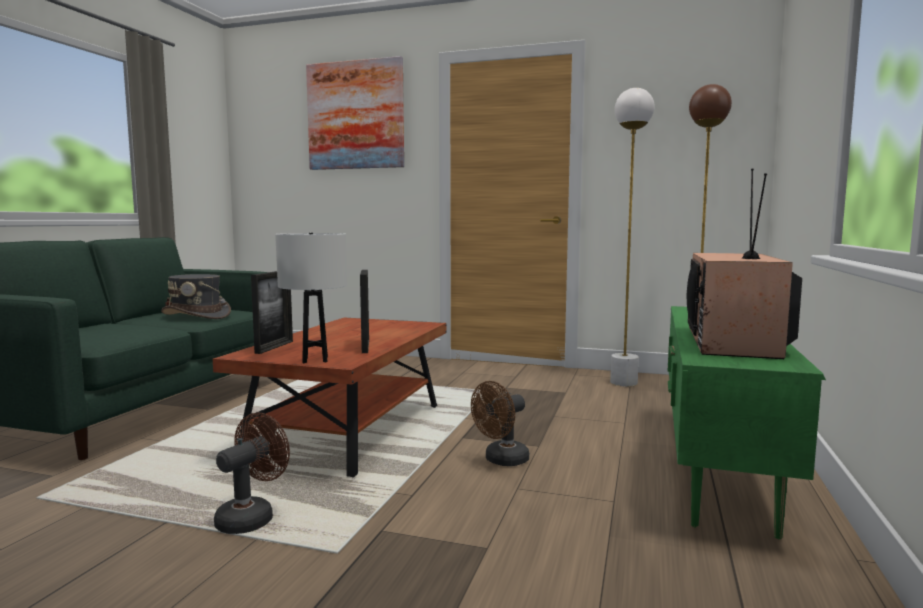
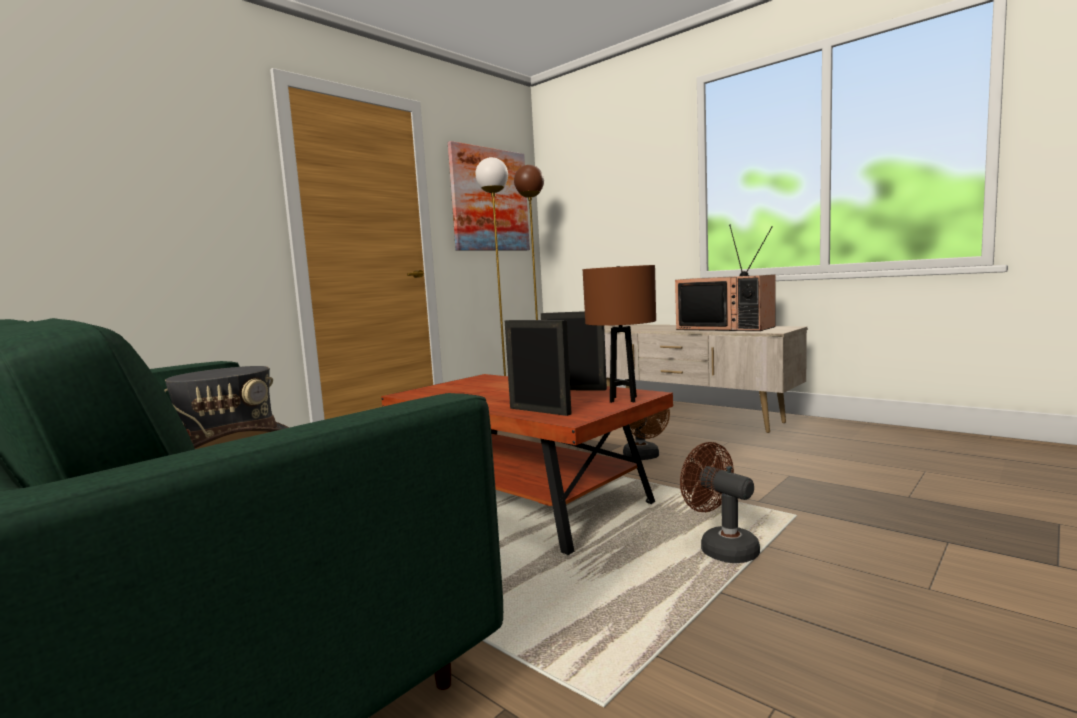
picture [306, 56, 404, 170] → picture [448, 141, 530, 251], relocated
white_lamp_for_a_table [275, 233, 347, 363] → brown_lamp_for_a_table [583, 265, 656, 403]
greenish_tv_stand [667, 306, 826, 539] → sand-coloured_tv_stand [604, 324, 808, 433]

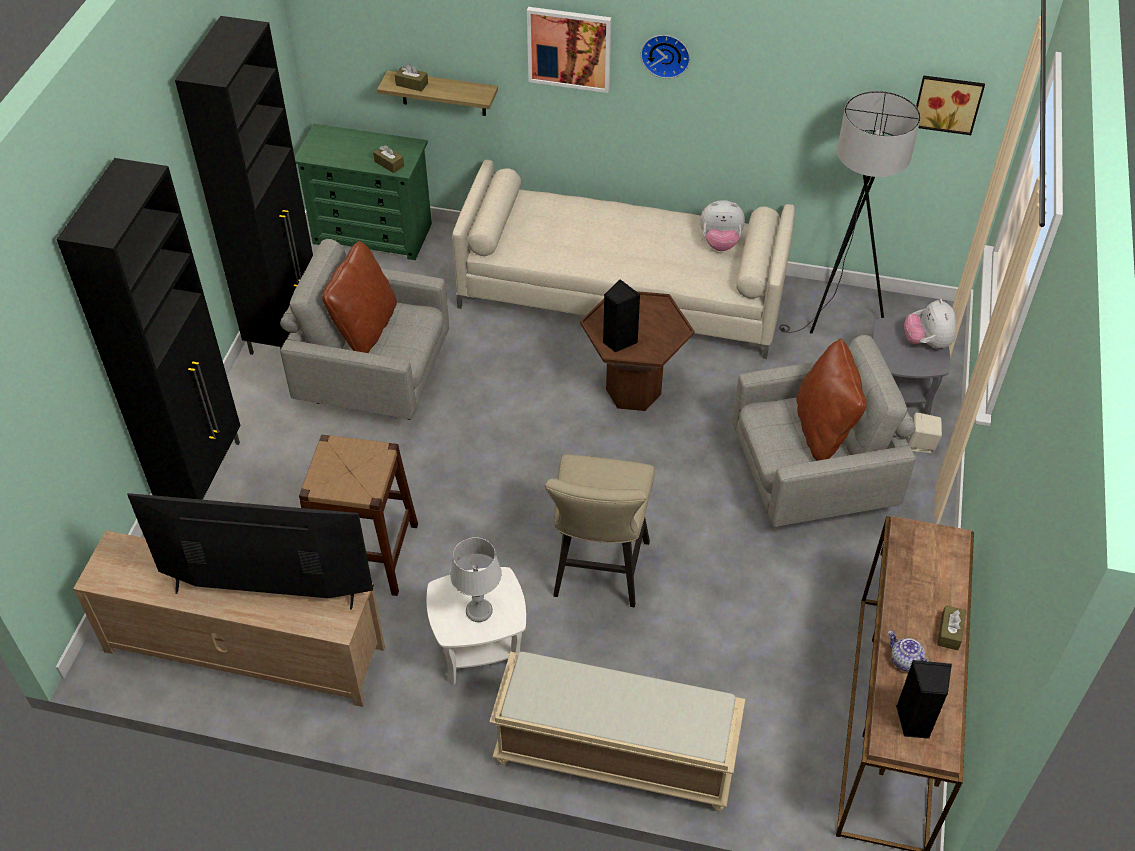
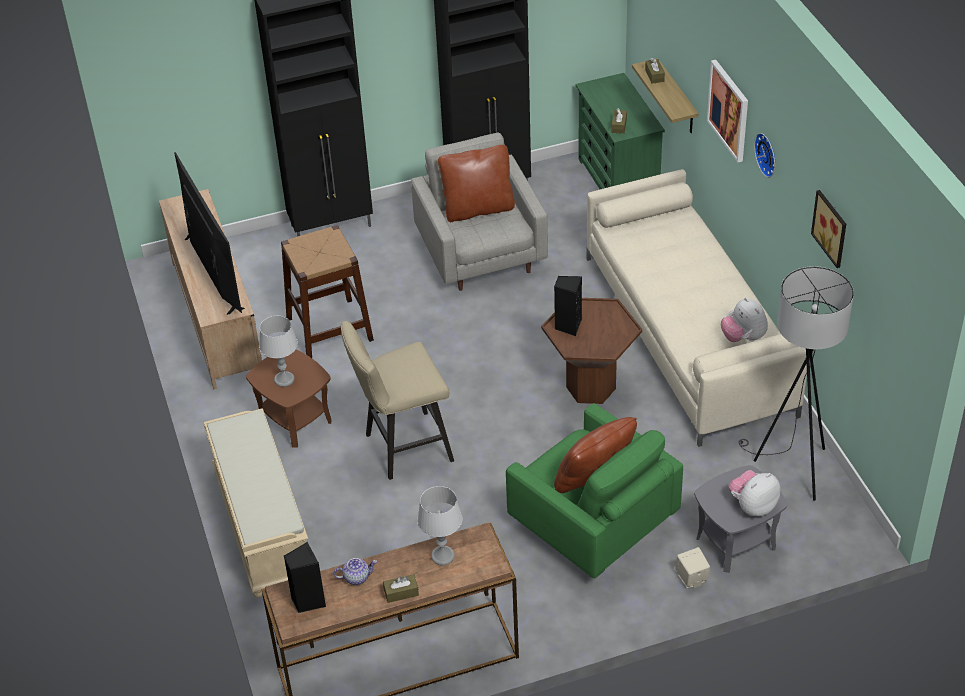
- → grey_lamp_for_a_table [417, 486, 462, 565]
picture [916, 75, 985, 135] → picture [811, 190, 846, 268], relocated
white_side_table [427, 567, 526, 685] → brown_side_table [246, 350, 331, 448]
grey_armchair [732, 335, 916, 527] → greenish_armchair [506, 403, 683, 578]
tea_pot [888, 631, 930, 672] → tea_pot [334, 558, 377, 585], 60 degrees clockwise

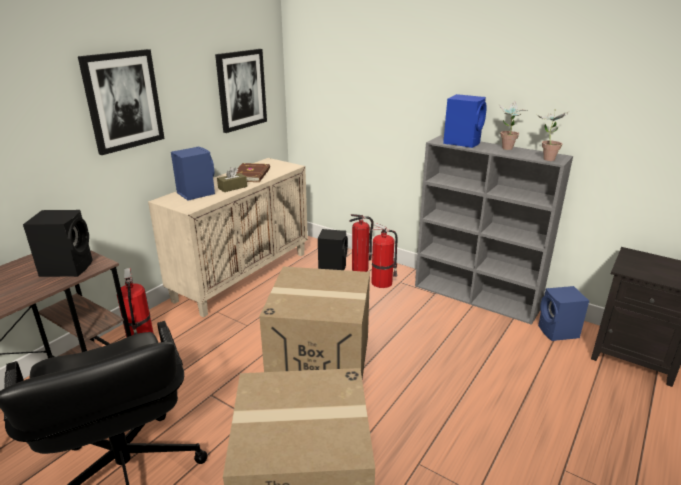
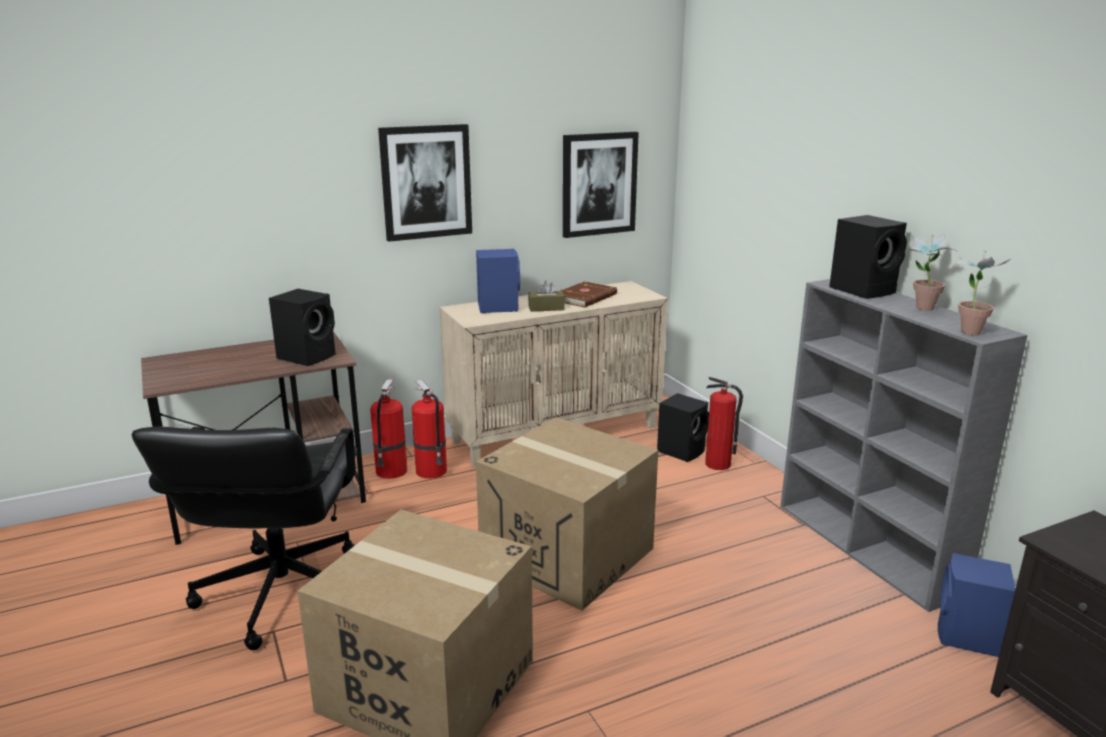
fire_extinguisher [371, 223, 398, 288] → fire_extinguisher [412, 380, 447, 479], relocated
bluish_speaker [443, 94, 487, 148] → blackish_speaker [829, 215, 907, 299]

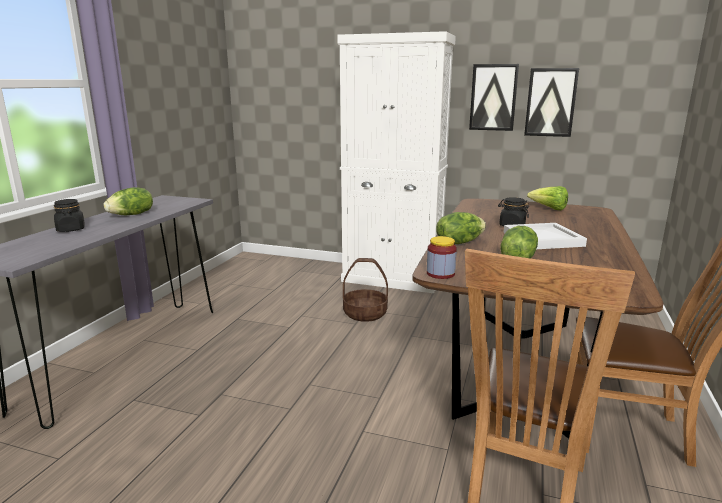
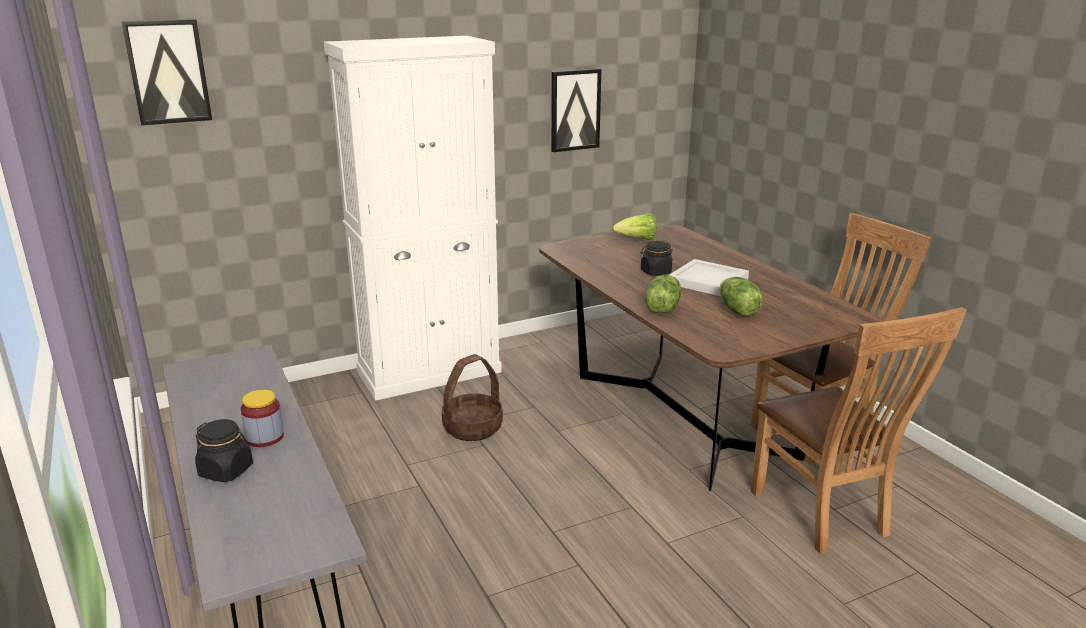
lettuce_head [104, 187, 153, 215] → -
preserve_jar [427, 236, 457, 279] → preserve_jar [241, 390, 284, 447], relocated
picture [469, 64, 519, 131] → picture [121, 19, 212, 125], relocated

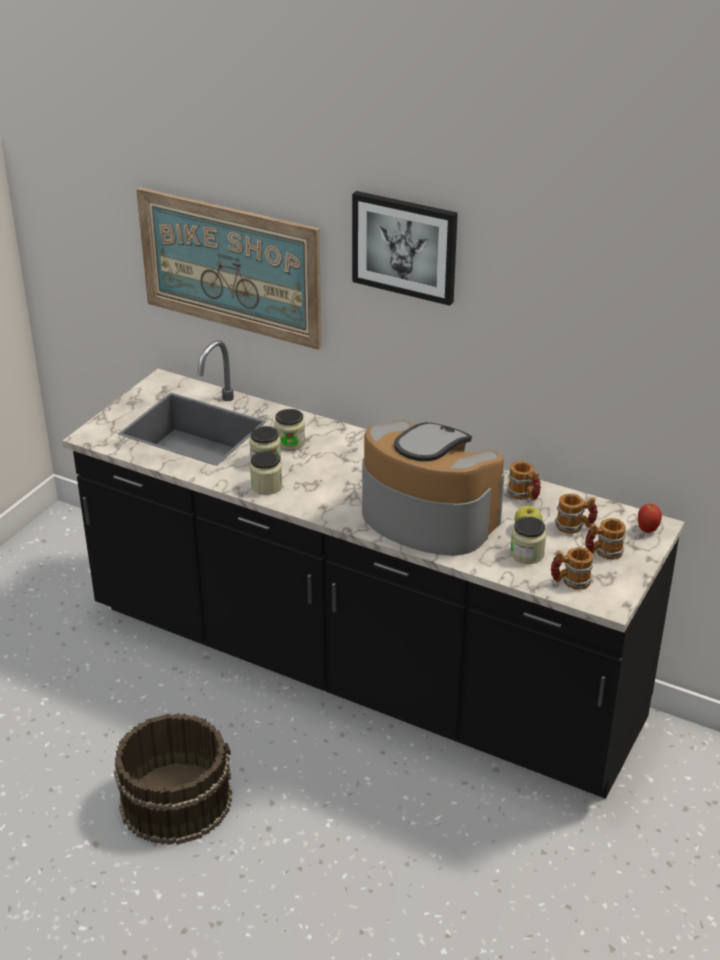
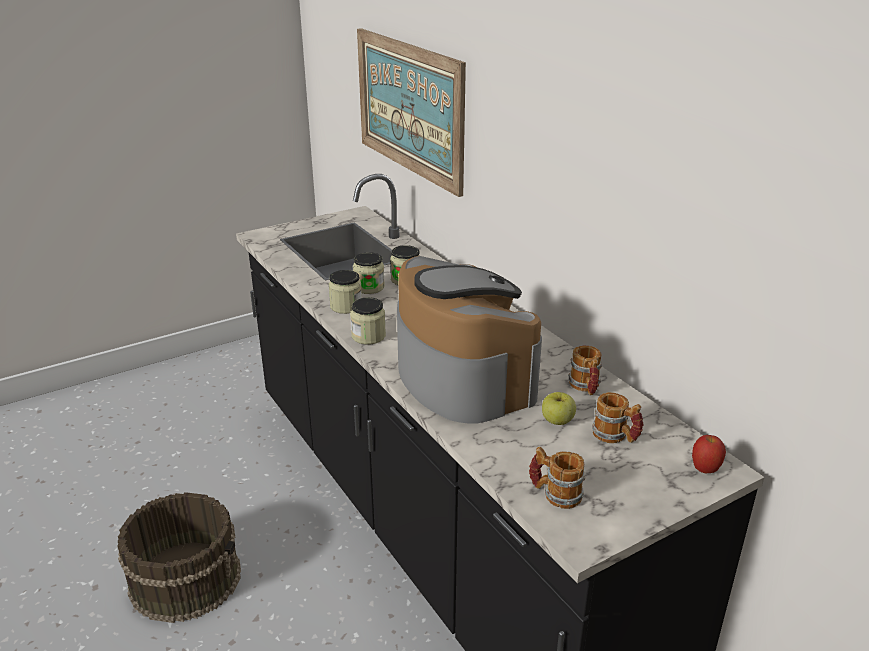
picture [352, 191, 458, 306] → -
mug [585, 518, 626, 560] → -
preserve_jar [510, 517, 546, 564] → preserve_jar [350, 297, 386, 345], relocated

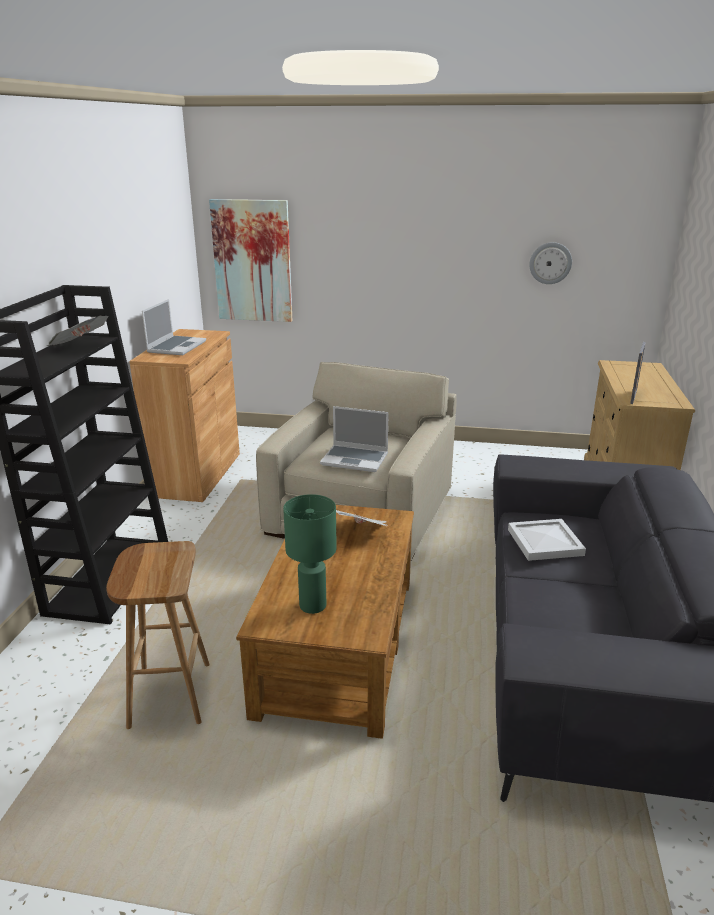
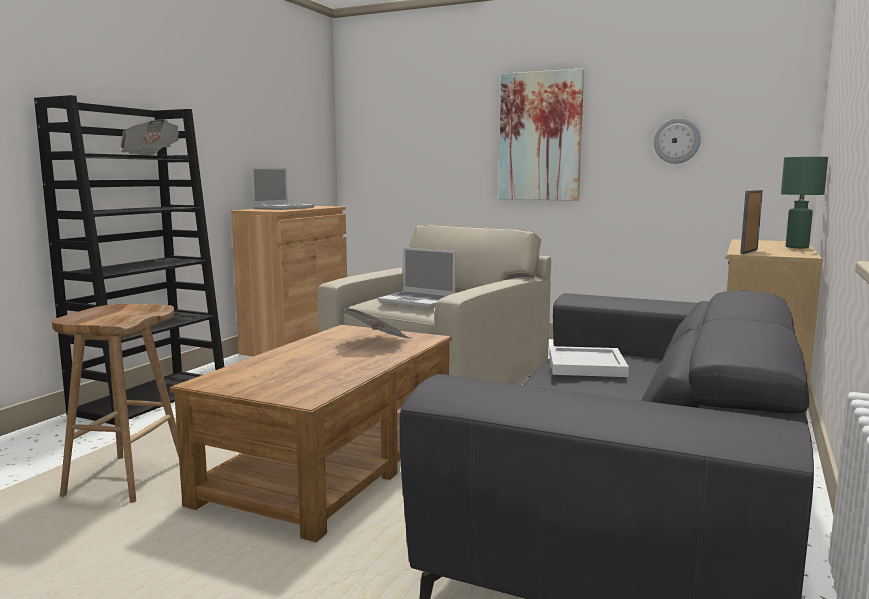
picture [209, 199, 292, 322] → picture [499, 68, 584, 201], relocated
greenish_lamp_for_a_table [283, 494, 337, 614] → greenish_lamp_for_a_table [781, 157, 828, 248], relocated

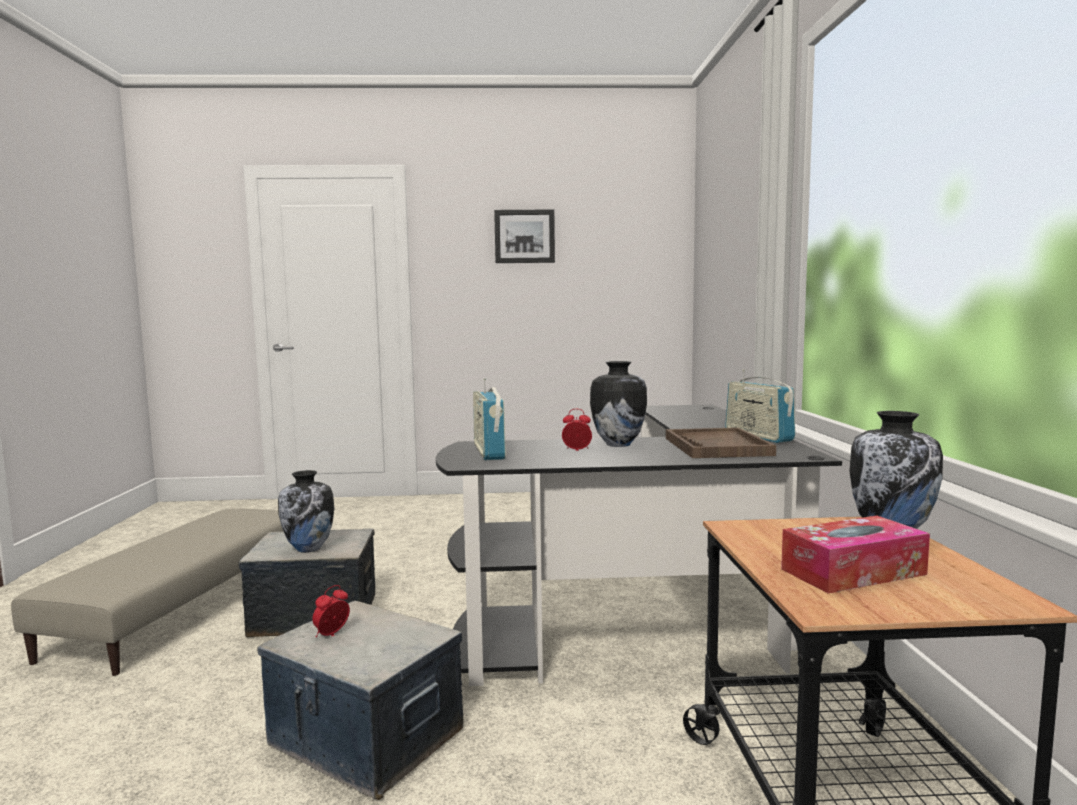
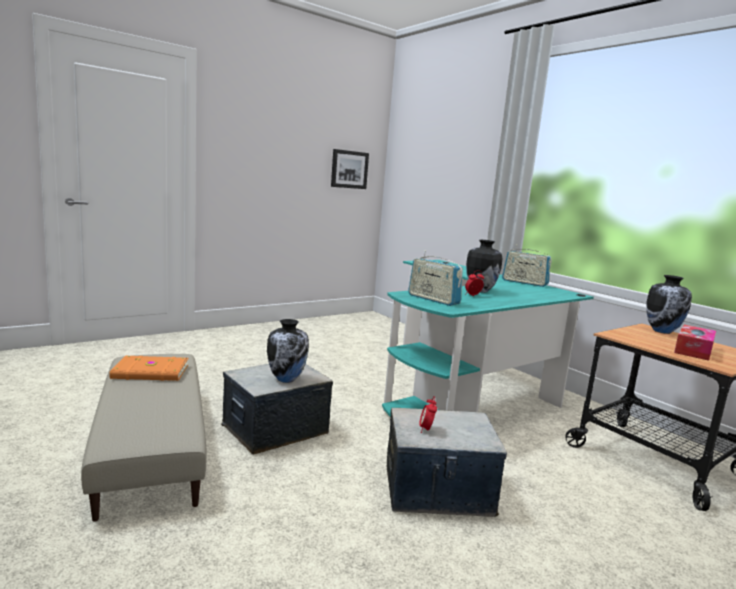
brown_tray [666, 428, 776, 458] → -
- → orangey_book [109, 356, 188, 381]
picture [494, 209, 555, 263] → picture [331, 149, 369, 189], relocated
blackish_desk [436, 404, 842, 686] → turquoise_desk [382, 260, 594, 417]

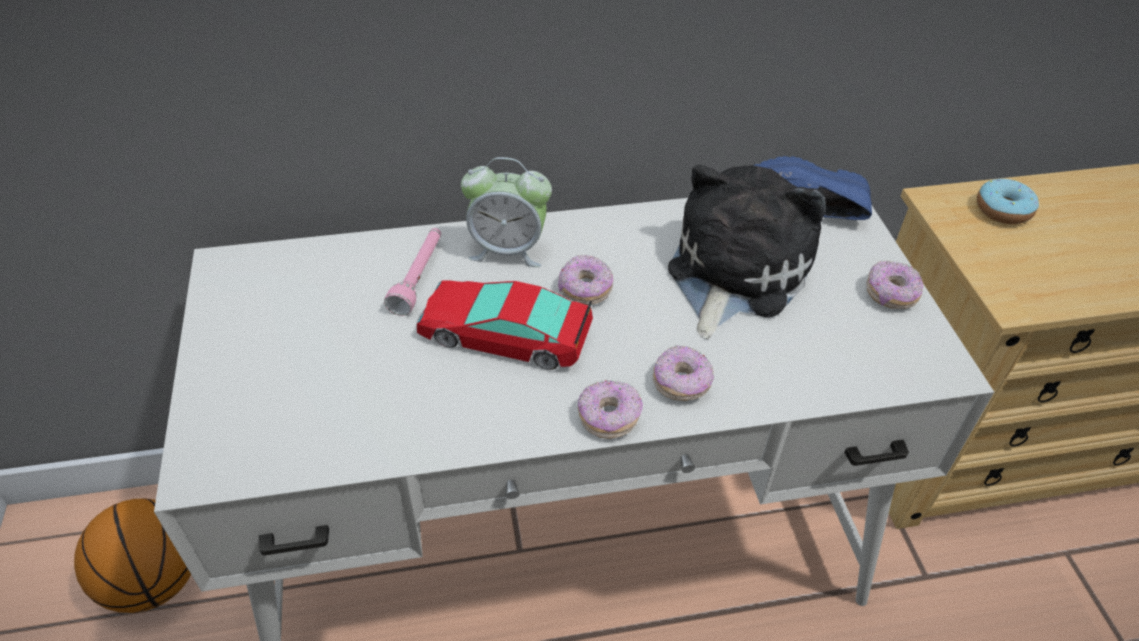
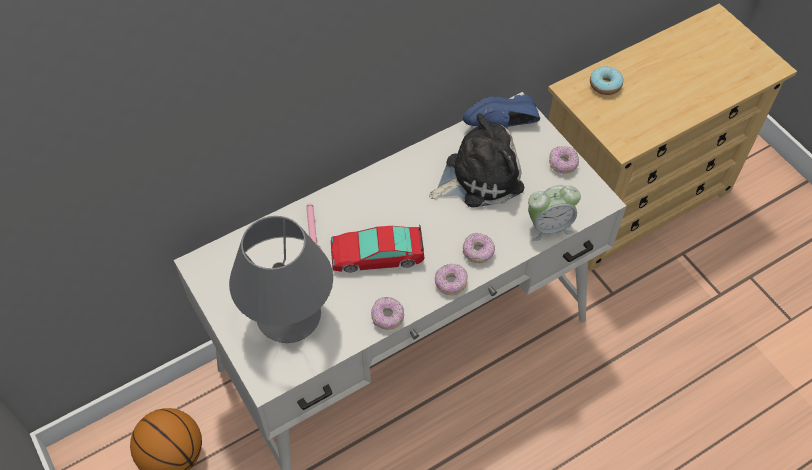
- → grey_lamp_for_a_table [229, 216, 333, 343]
bedside_clock [461, 157, 552, 267] → bedside_clock [528, 185, 581, 241], relocated
donut [558, 255, 613, 305] → donut [371, 297, 404, 330], relocated
cuddly_toy [668, 165, 826, 339] → cuddly_toy [429, 113, 524, 208], 60 degrees clockwise

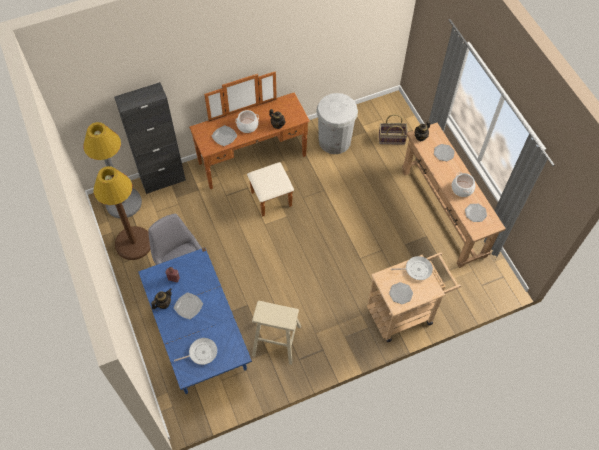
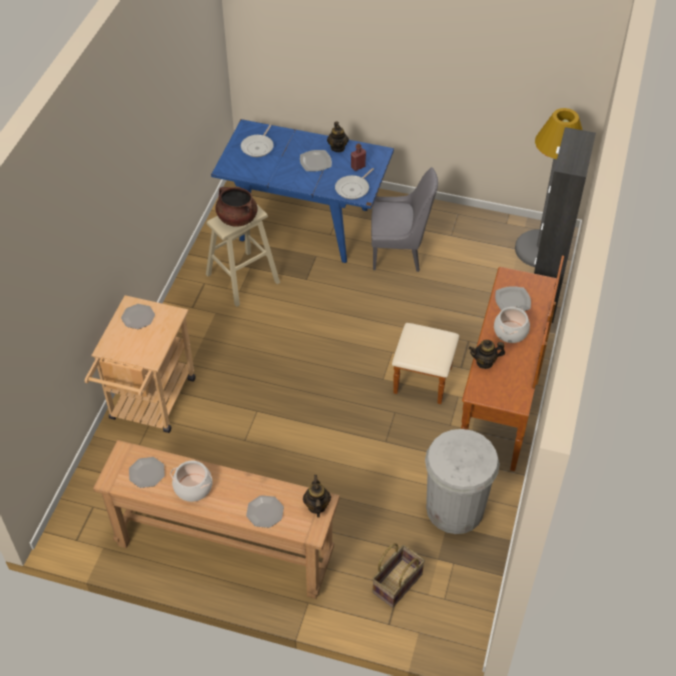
brown_standard_lamp [94, 166, 150, 260] → -
- → brown_saucepot [215, 187, 258, 227]
skillet [391, 256, 433, 280] → skillet [335, 168, 374, 199], relocated

